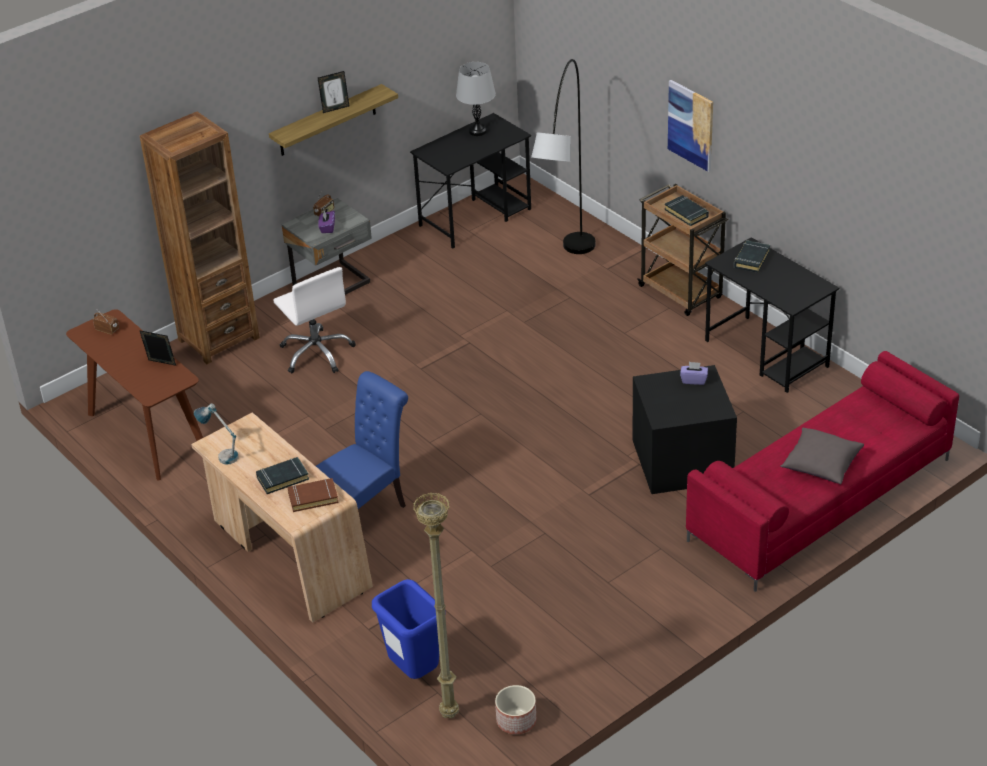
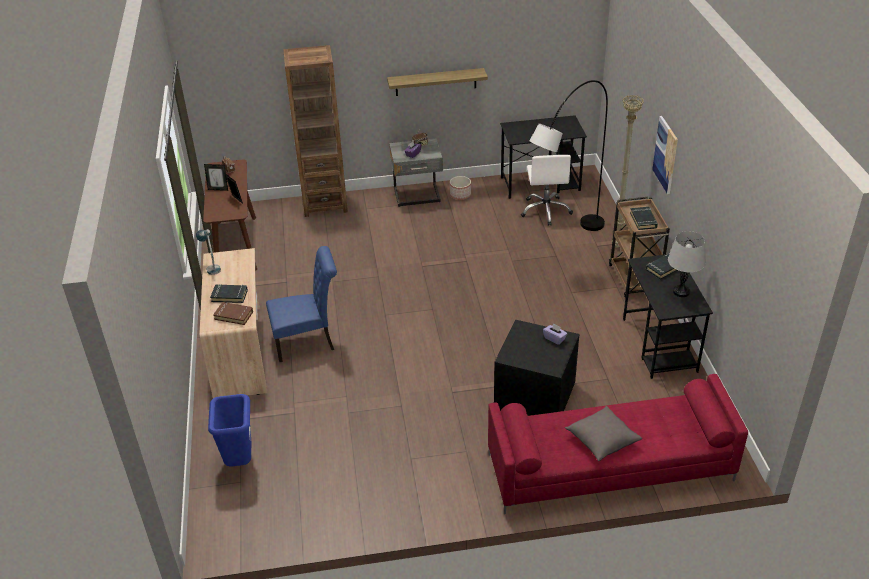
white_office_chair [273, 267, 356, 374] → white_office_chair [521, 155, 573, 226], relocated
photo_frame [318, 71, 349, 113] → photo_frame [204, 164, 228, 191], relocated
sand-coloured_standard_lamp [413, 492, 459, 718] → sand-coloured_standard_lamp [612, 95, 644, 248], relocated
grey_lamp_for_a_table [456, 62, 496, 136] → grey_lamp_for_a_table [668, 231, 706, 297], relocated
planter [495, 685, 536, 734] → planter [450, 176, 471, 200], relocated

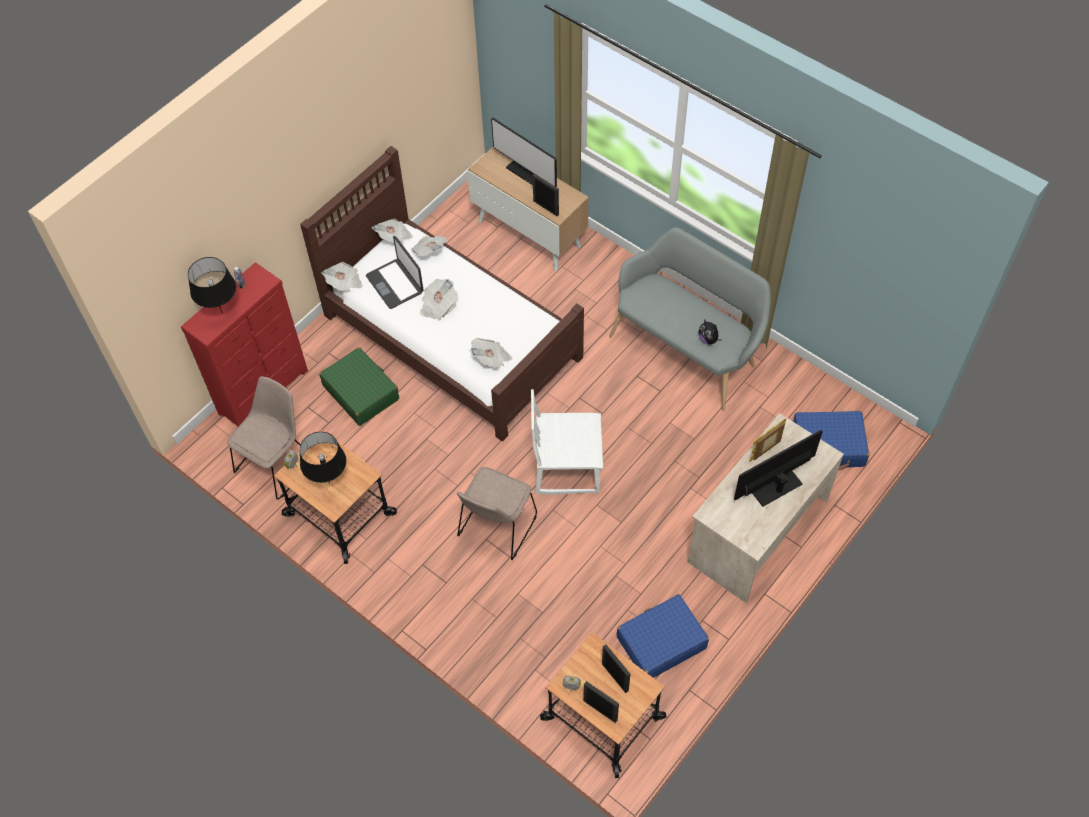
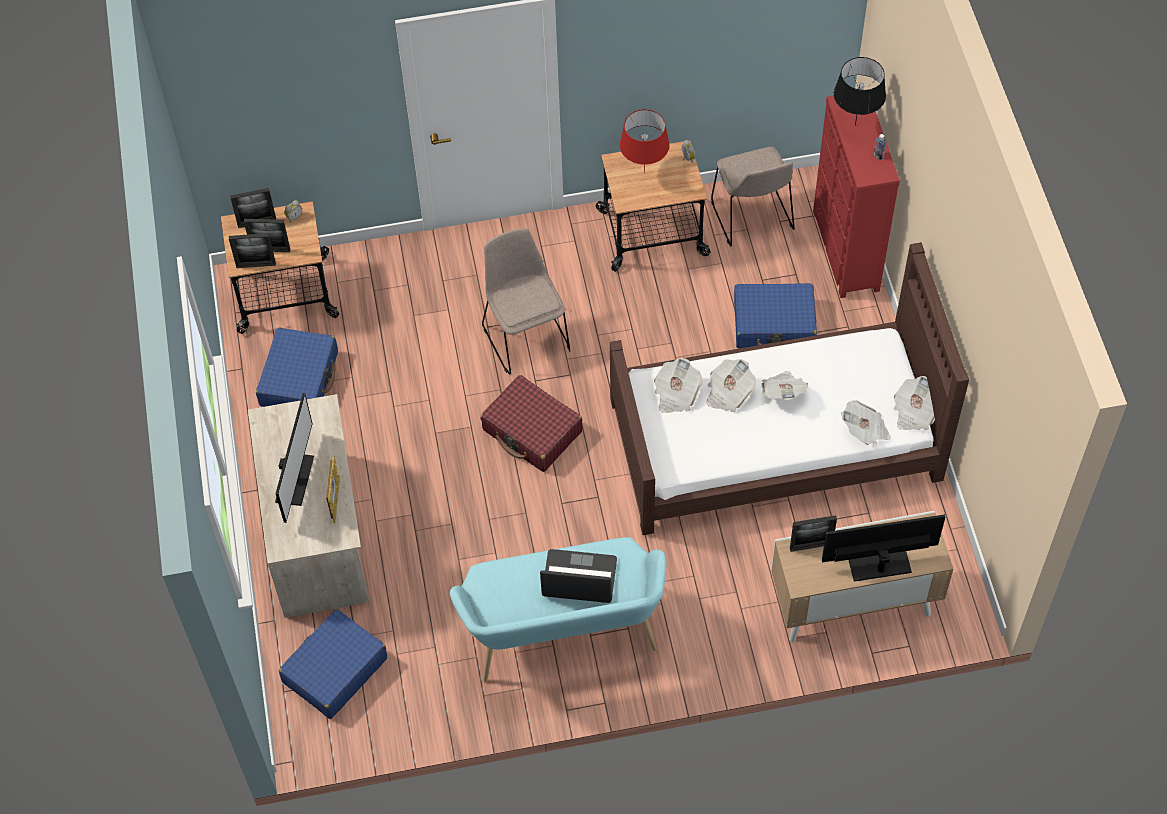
cuddly_toy [698, 319, 722, 344] → -
- → photo_frame [229, 233, 276, 268]
printed_paper [321, 262, 363, 291] → printed_paper [706, 359, 756, 412], relocated
portable_computer [366, 236, 424, 309] → portable_computer [540, 549, 617, 603], relocated
white_plain_chair [531, 389, 603, 495] → red_suitcase [480, 375, 582, 472]
blackish_lamp_for_a_table [299, 432, 346, 483] → red_lamp_for_a_table [620, 109, 670, 173]
greenish_suitcase [319, 347, 399, 426] → bluish_suitcase [734, 283, 817, 348]
grey_indoor_bench [609, 227, 771, 411] → turquoise_indoor_bench [450, 537, 666, 682]

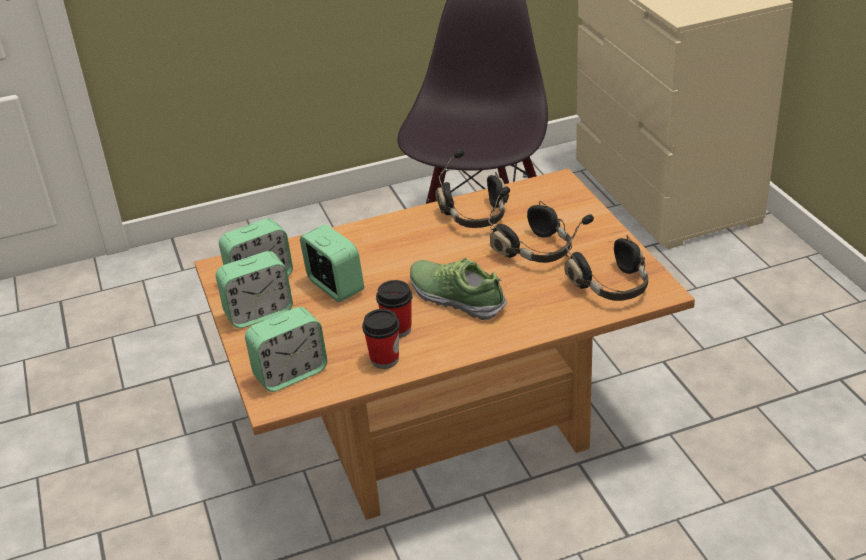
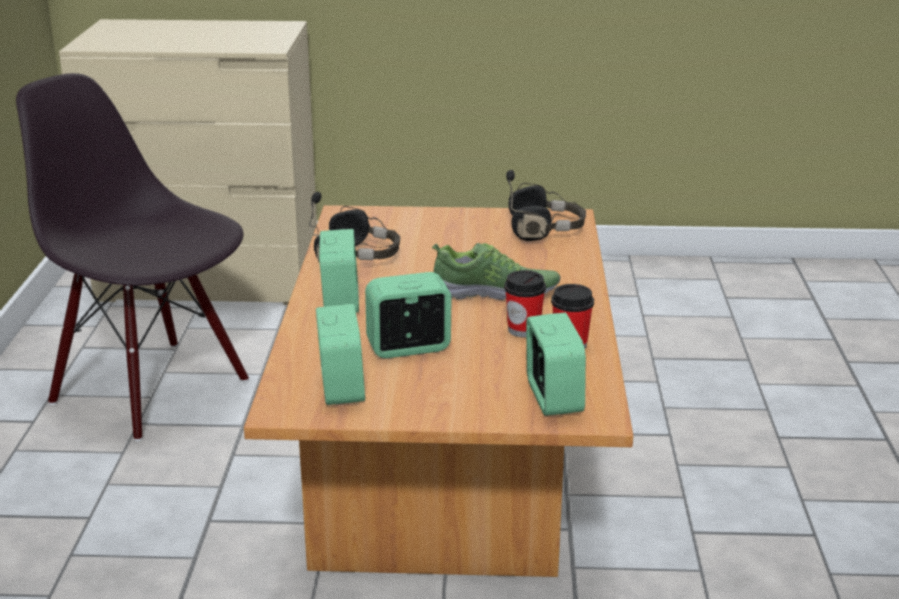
blackish_pair_of_headphones [488, 186, 572, 263] → -
bedside_clock [216, 251, 293, 328] → bedside_clock [319, 229, 359, 313], relocated
item_of_footwear [410, 258, 507, 320] → item_of_footwear [432, 243, 560, 300], 150 degrees counterclockwise

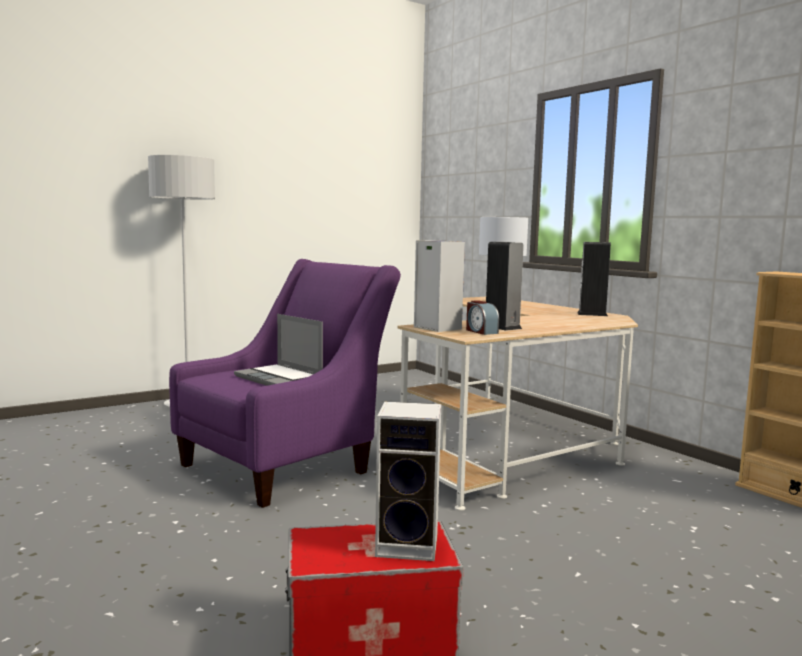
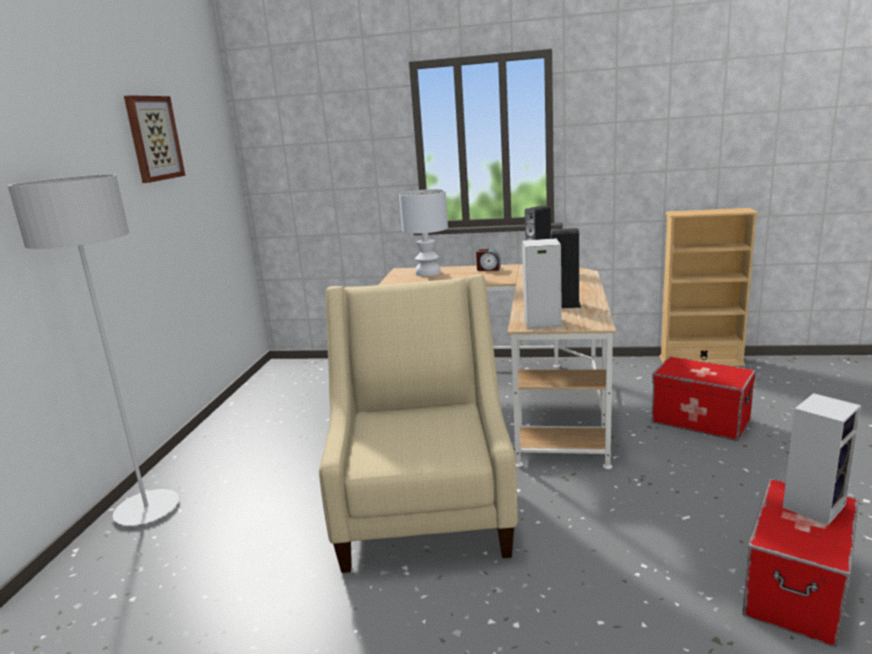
portable_computer [234, 314, 323, 386] → -
- → picture [124, 95, 185, 183]
- → storage_bin [652, 356, 756, 441]
bedside_clock [466, 300, 499, 335] → bedside_clock [476, 249, 501, 271], relocated
purplish_armchair [169, 259, 401, 508] → sand-coloured_armchair [319, 274, 518, 573]

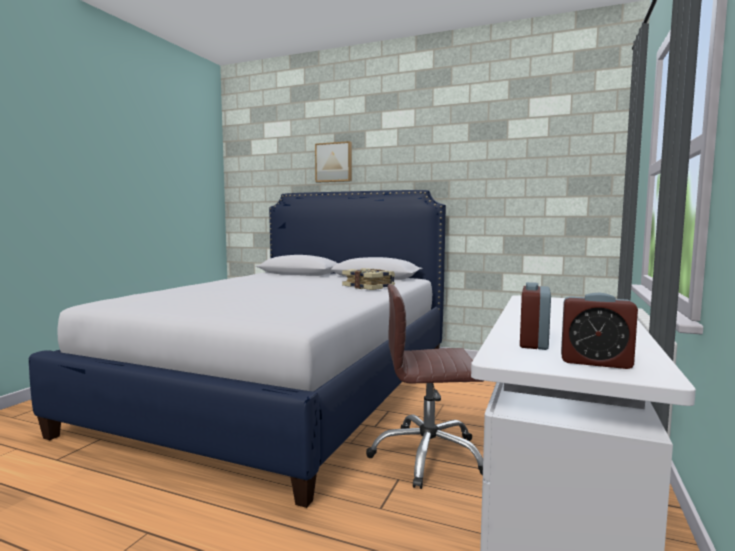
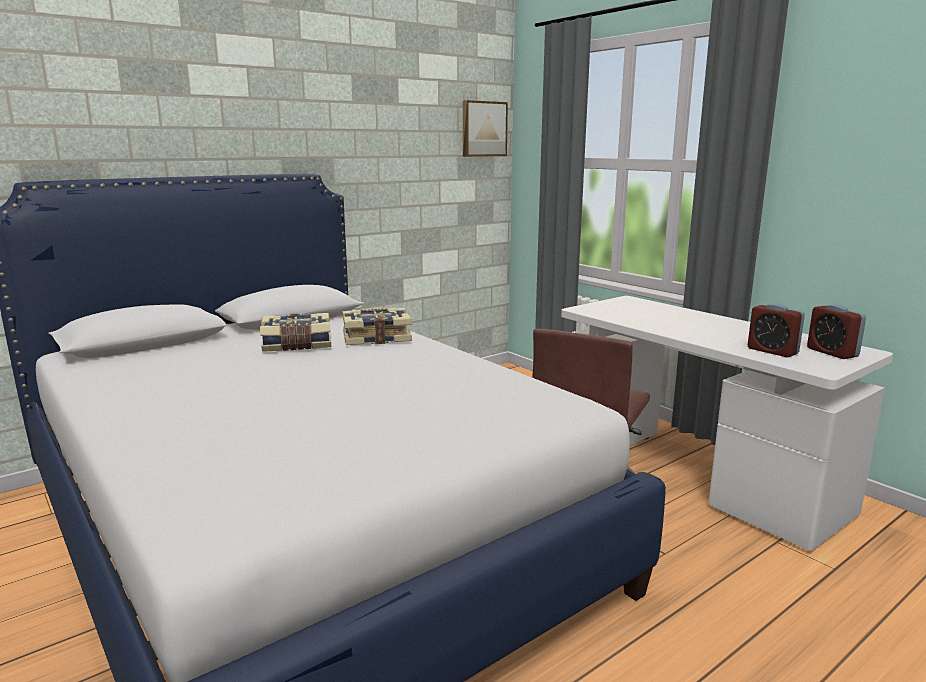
- → book [260, 313, 331, 352]
picture [315, 141, 352, 182] → picture [463, 100, 508, 157], relocated
bedside_clock [561, 293, 638, 369] → bedside_clock [807, 304, 866, 359], 105 degrees clockwise

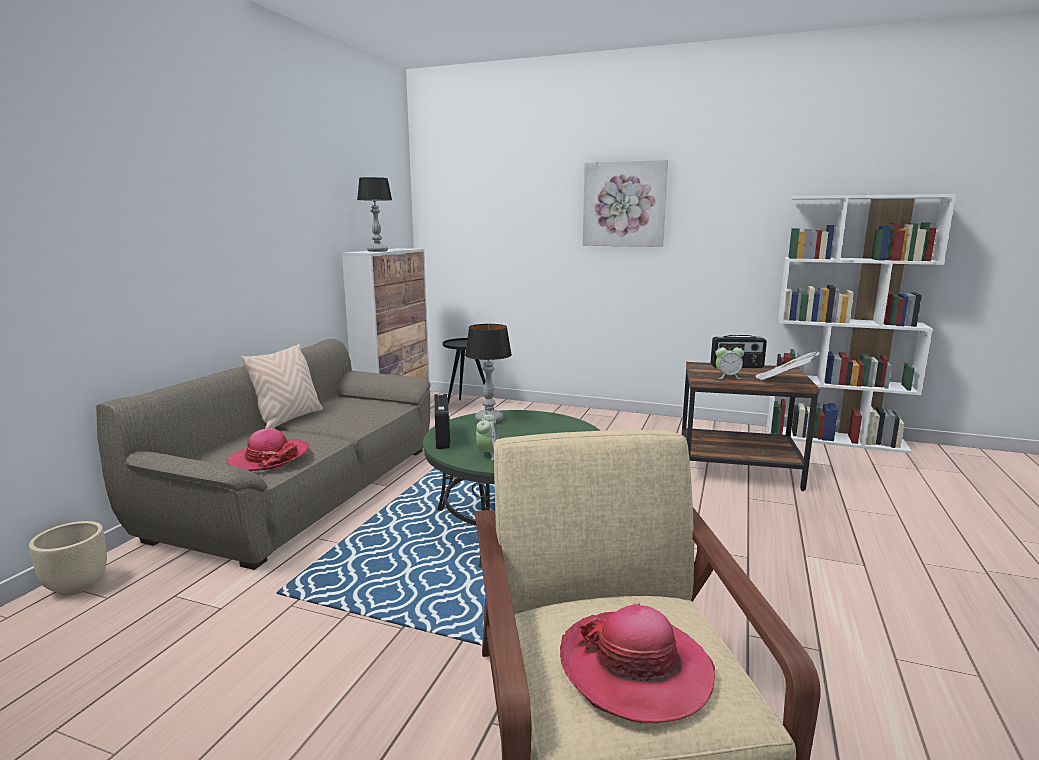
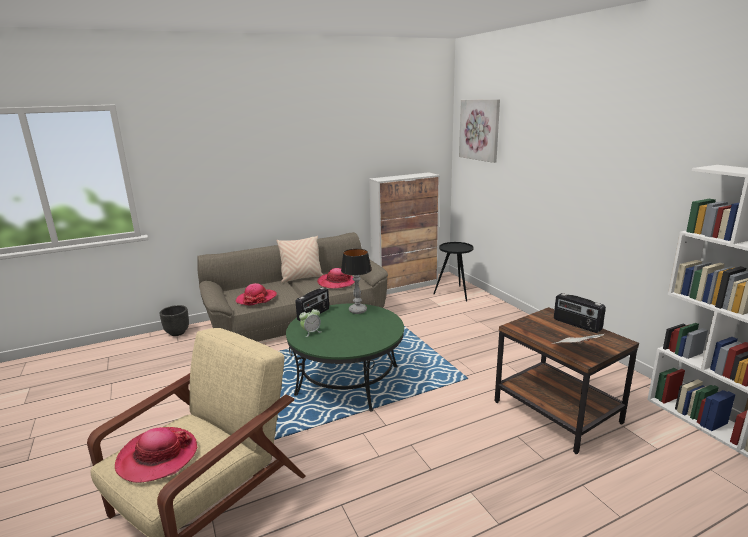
lamp_for_a_table [357, 177, 392, 252] → -
bedside_clock [715, 344, 744, 379] → -
- → hat [317, 268, 355, 289]
picture [583, 160, 668, 247] → picture [459, 99, 500, 163], relocated
sand-coloured_planter [29, 521, 107, 596] → blackish_planter [160, 305, 189, 336]

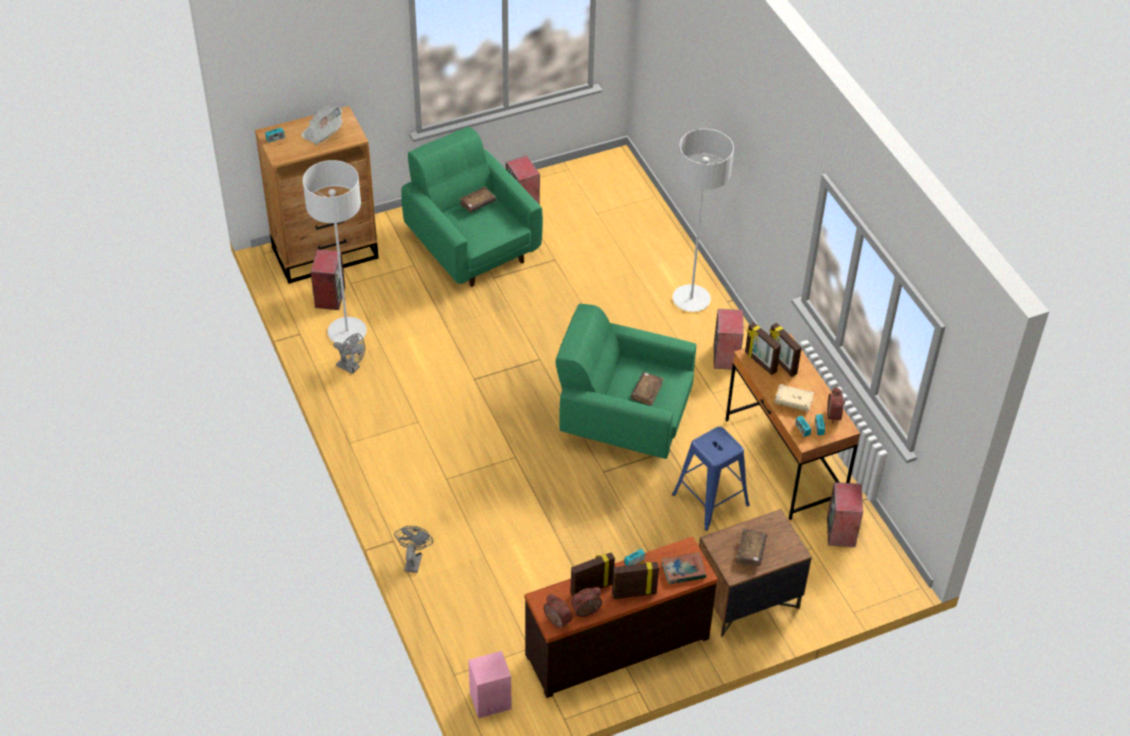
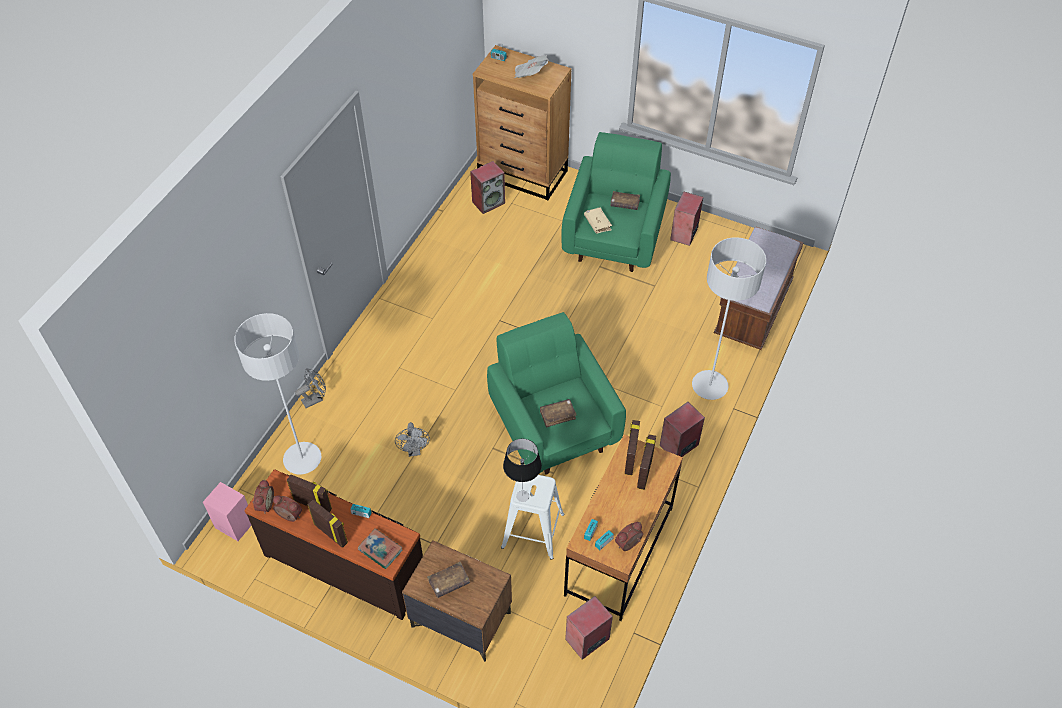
- → lamp_for_a_table [503, 439, 542, 502]
- → brown_indoor_bench [714, 227, 804, 350]
grey_standard_lamp [303, 160, 367, 345] → grey_standard_lamp [234, 313, 321, 475], relocated
grey_cooling_fan [333, 334, 365, 374] → grey_cooling_fan [395, 422, 430, 457], relocated
sand-coloured_book [775, 384, 814, 412] → sand-coloured_book [584, 207, 612, 233], relocated
bluish_stool [672, 426, 750, 531] → white_stool [501, 475, 564, 560]

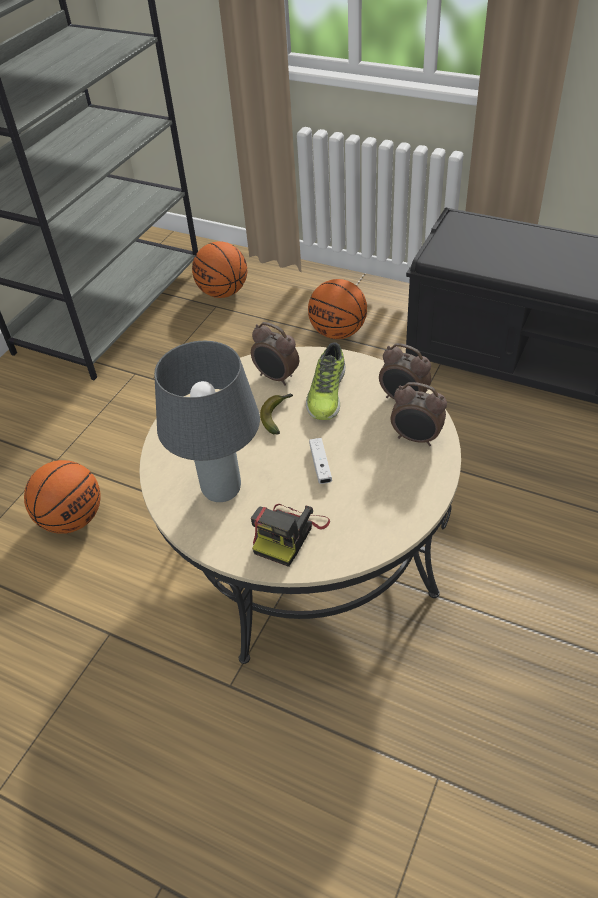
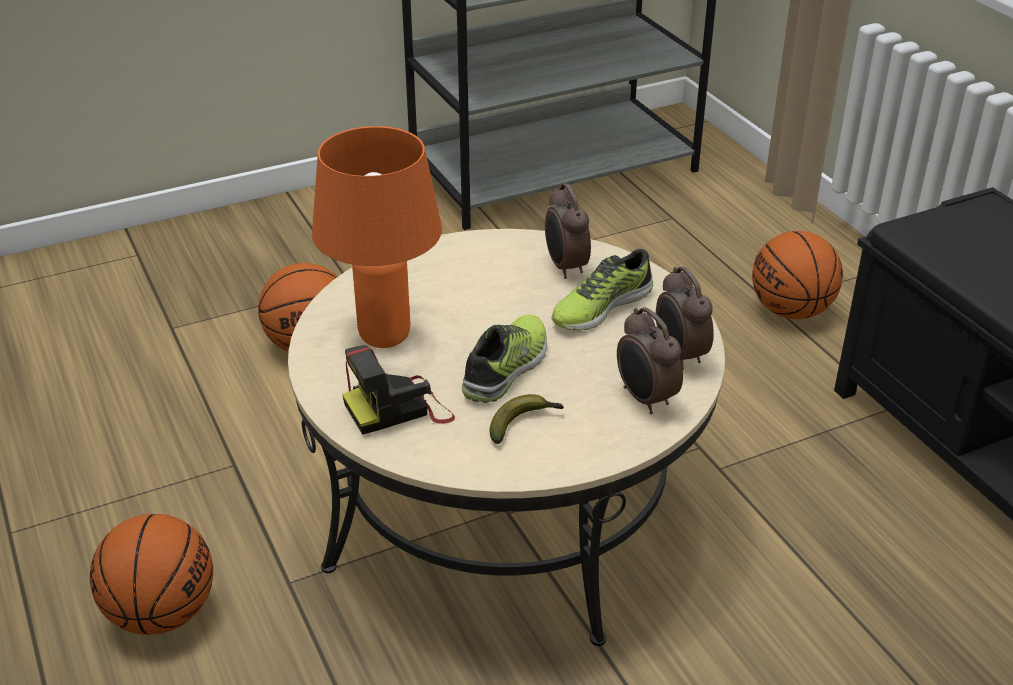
basketball [192, 241, 247, 298] → basketball [90, 514, 213, 635], relocated
banana_fruit [260, 394, 293, 435] → banana_fruit [489, 394, 564, 444], relocated
white_gamepad [309, 438, 332, 484] → item_of_footwear [462, 314, 547, 403]
grey_lamp_for_a_table [154, 341, 260, 502] → orangey_lamp_for_a_table [312, 126, 442, 348]

